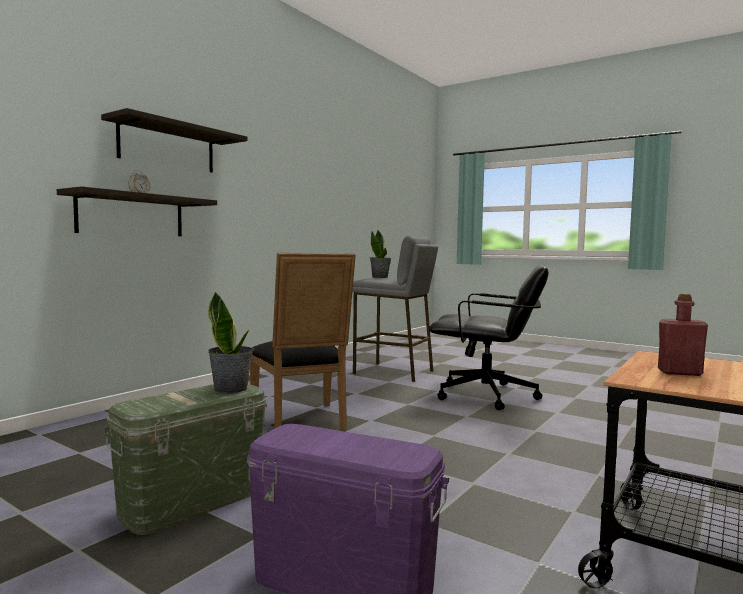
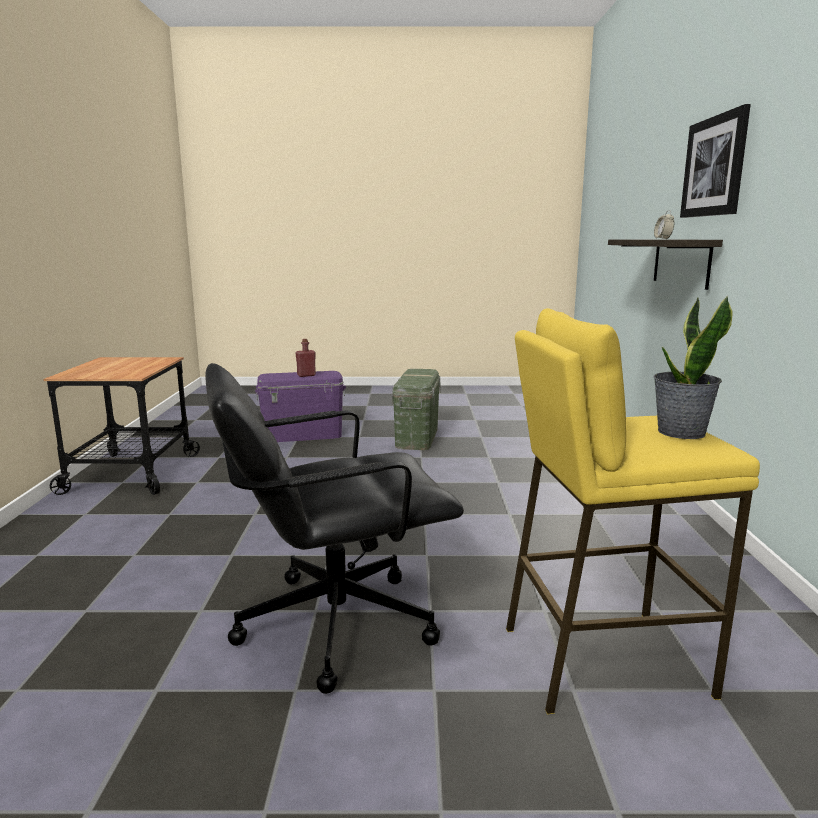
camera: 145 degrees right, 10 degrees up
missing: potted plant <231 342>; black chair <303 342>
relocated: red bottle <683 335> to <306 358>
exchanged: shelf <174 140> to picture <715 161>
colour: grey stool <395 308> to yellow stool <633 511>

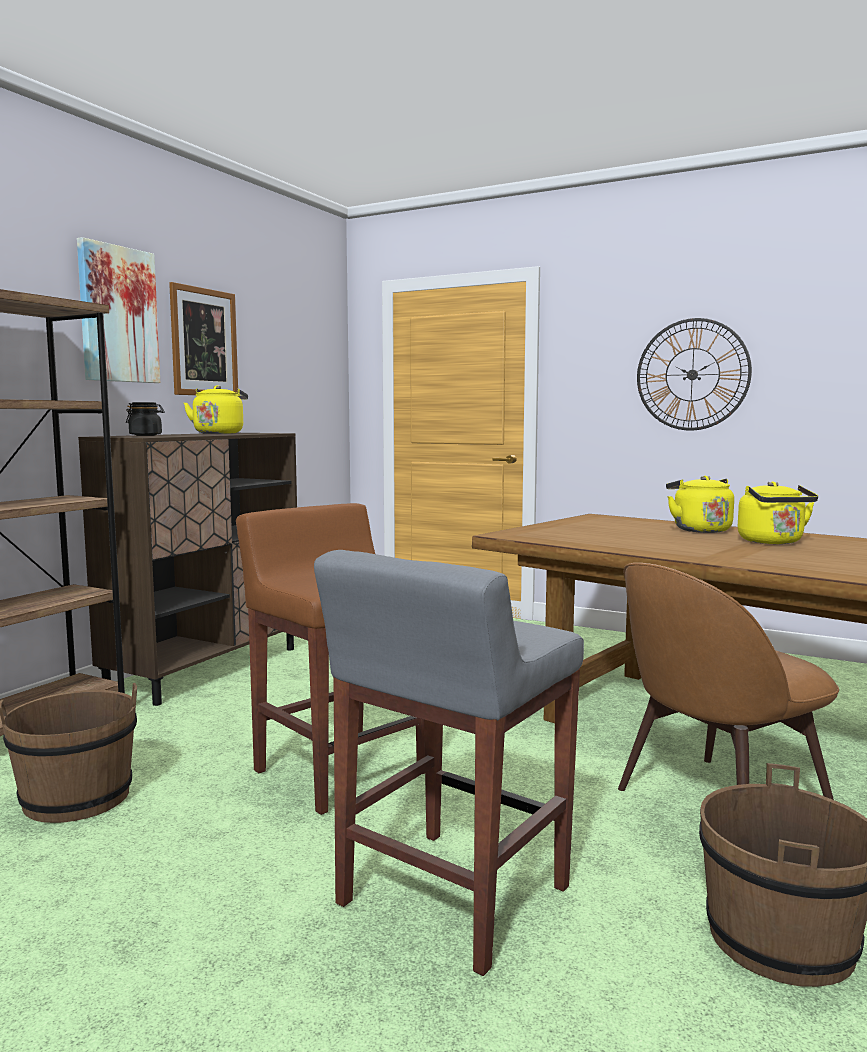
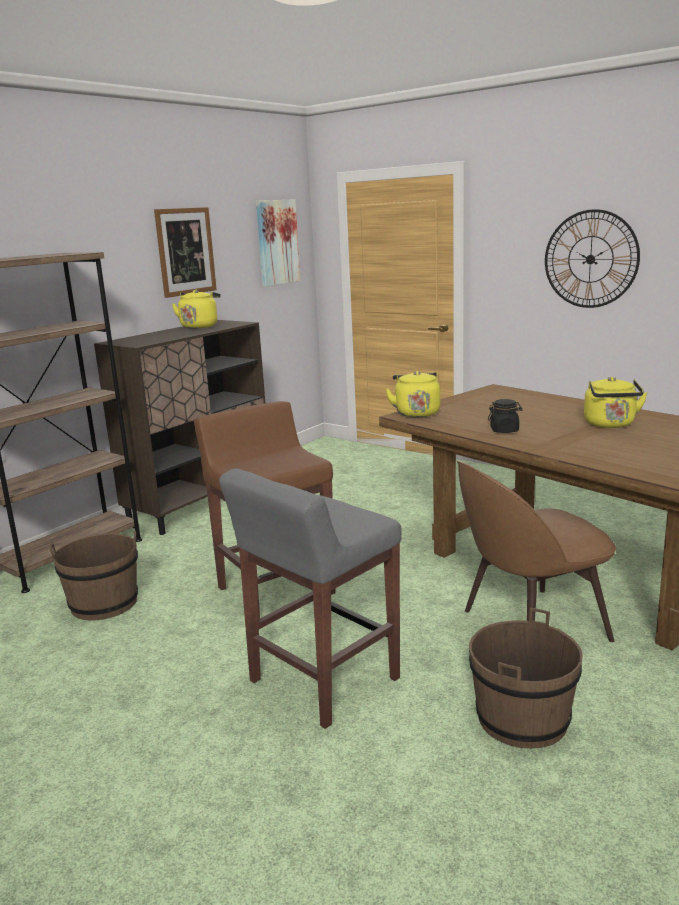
camera: 10 degrees right, 10 degrees up
relocated: picture <118 310> to <278 243>; yellow kettle <700 504> to <413 394>; black jar <145 419> to <505 416>

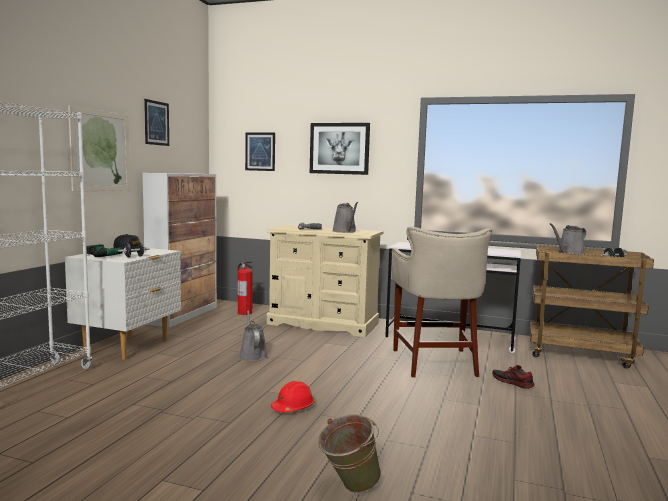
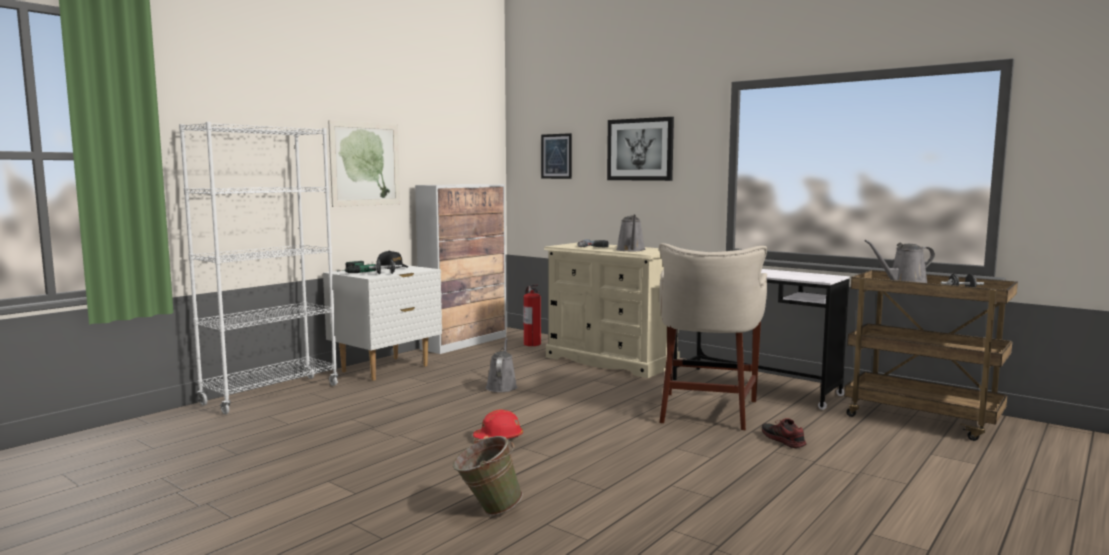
camera: 20 degrees right, 0 degrees up
missing: picture <156 122>

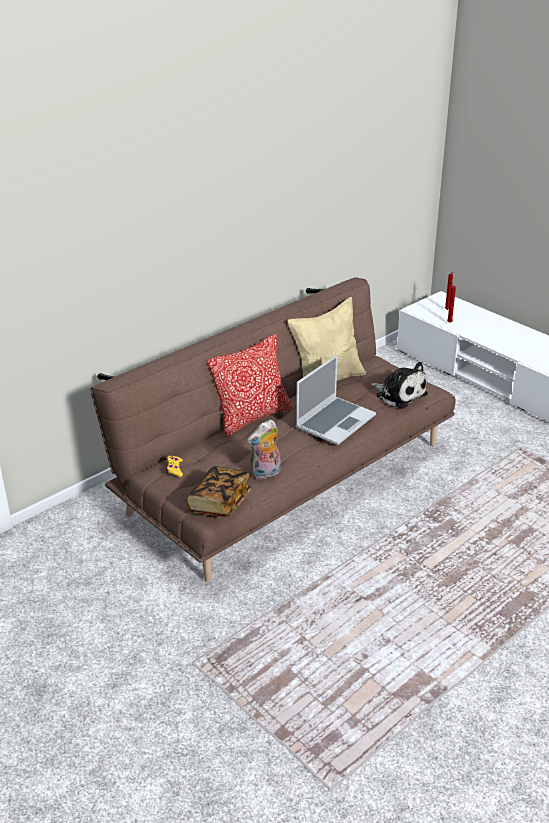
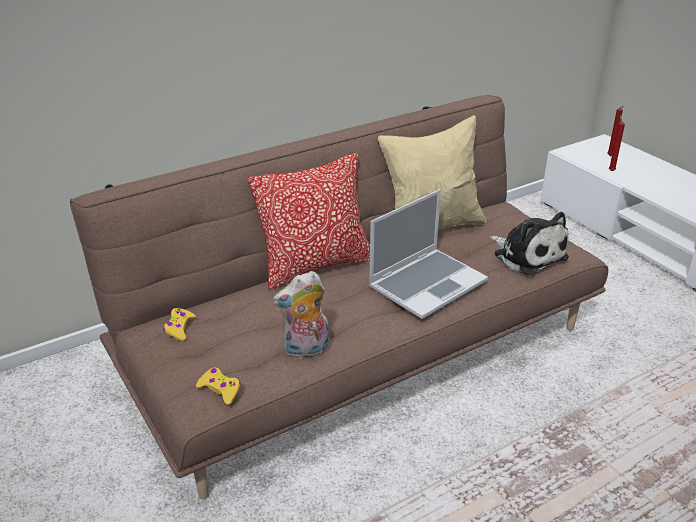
camera: 10 degrees right, 0 degrees up
exchanged: book <219 491> to yellow game controller <218 386>

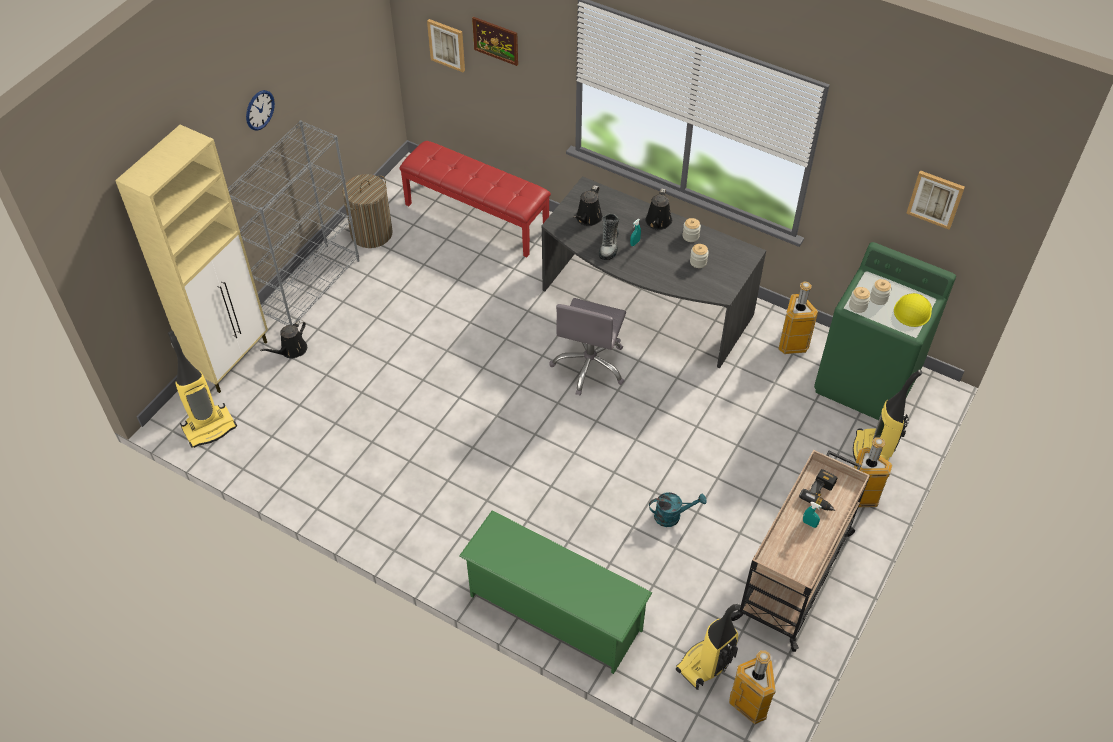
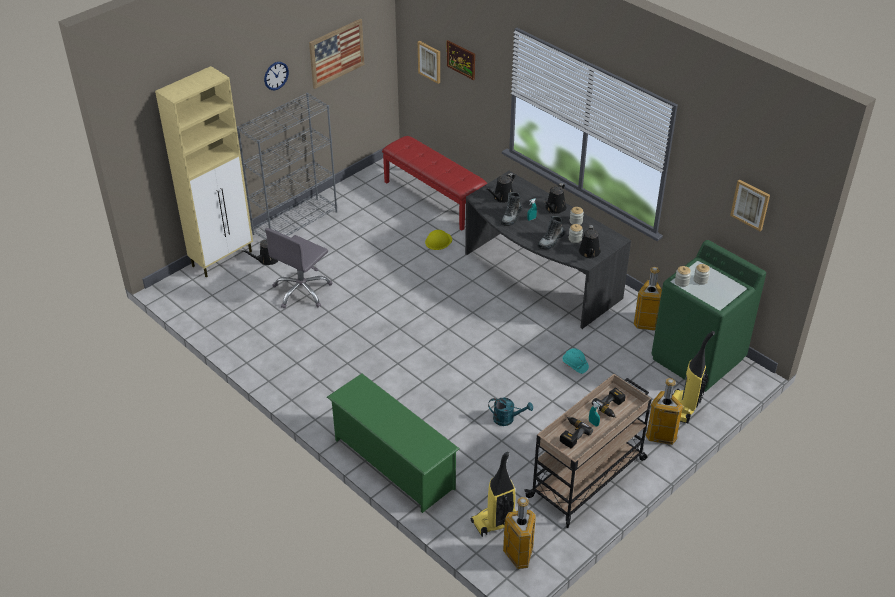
camera: 15 degrees right, 10 degrees down
missing: vacuum cleaner <202 389>; laundry basket <367 211>
appeared: picture <337 54>; boot <551 232>; power drill <576 432>; turquoise hard hat <576 361>; black watering can <590 241>
relocated: grey office chair <588 347> to <298 268>; yellow hard hat <913 310> to <438 240>

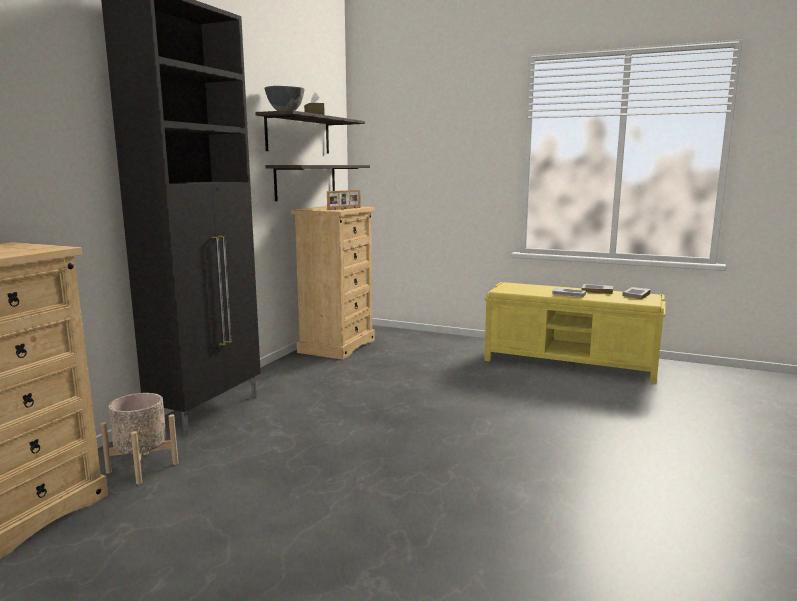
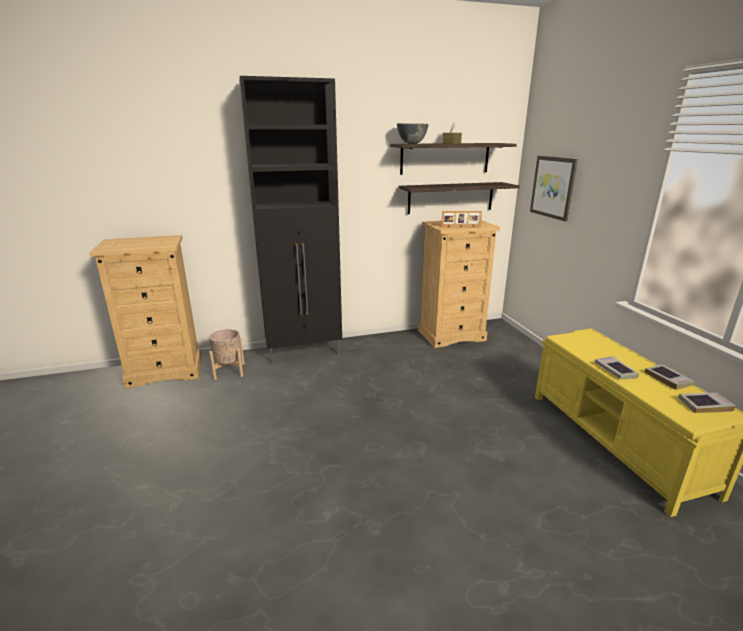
camera: 50 degrees right, 10 degrees up
appeared: picture <554 189>

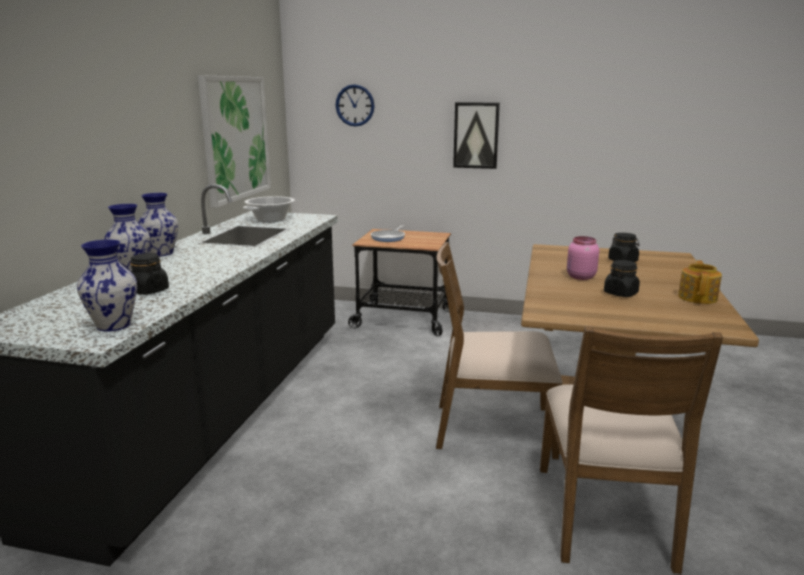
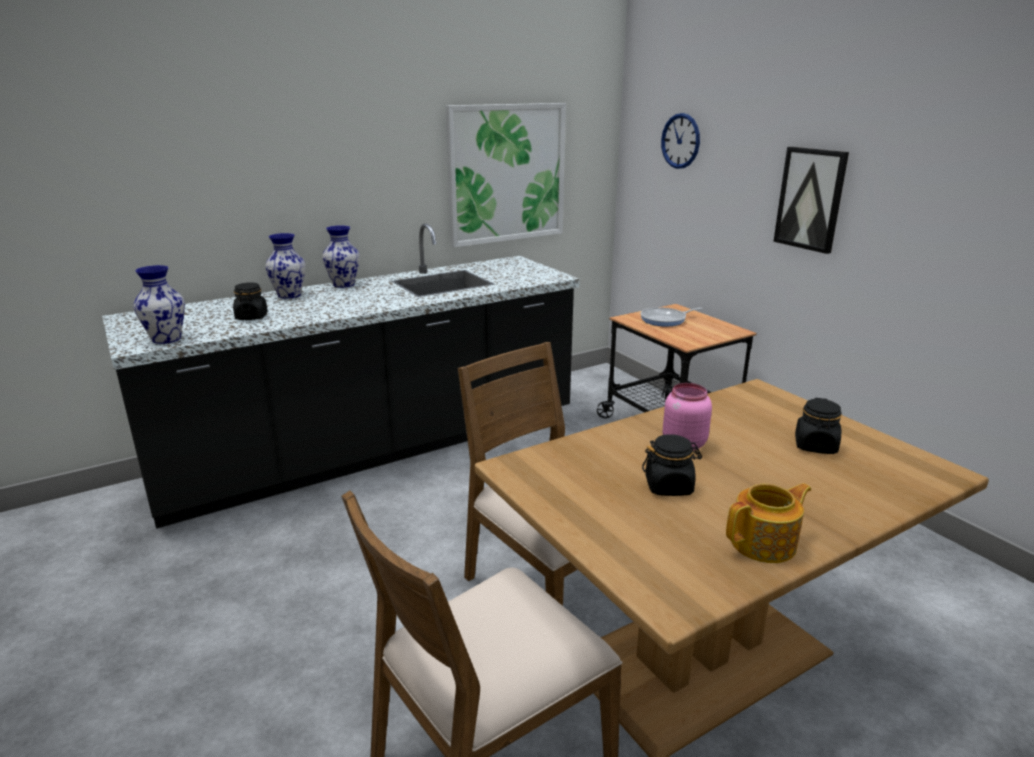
camera: 45 degrees right, 5 degrees up
missing: cooking pot <269 209>

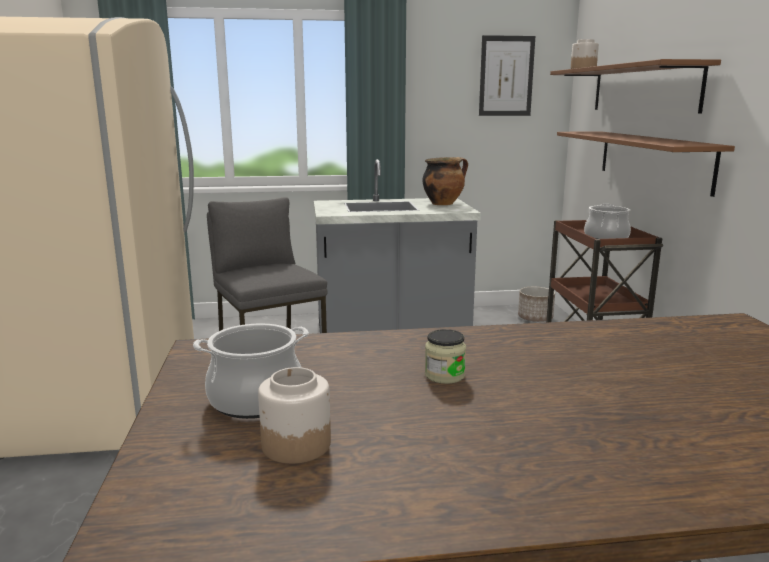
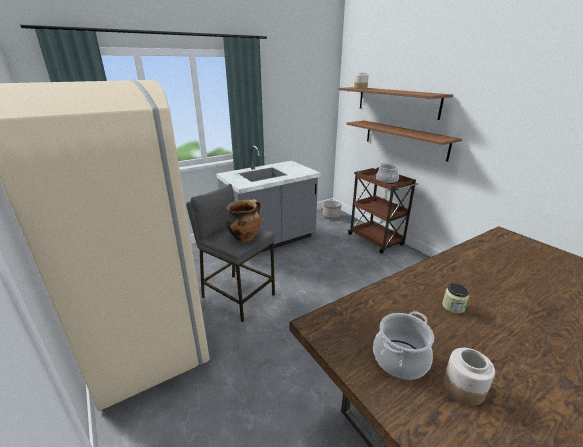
camera: 25 degrees left, 10 degrees up
missing: picture <507 75>
relocated: cooking pot <445 181> to <243 220>

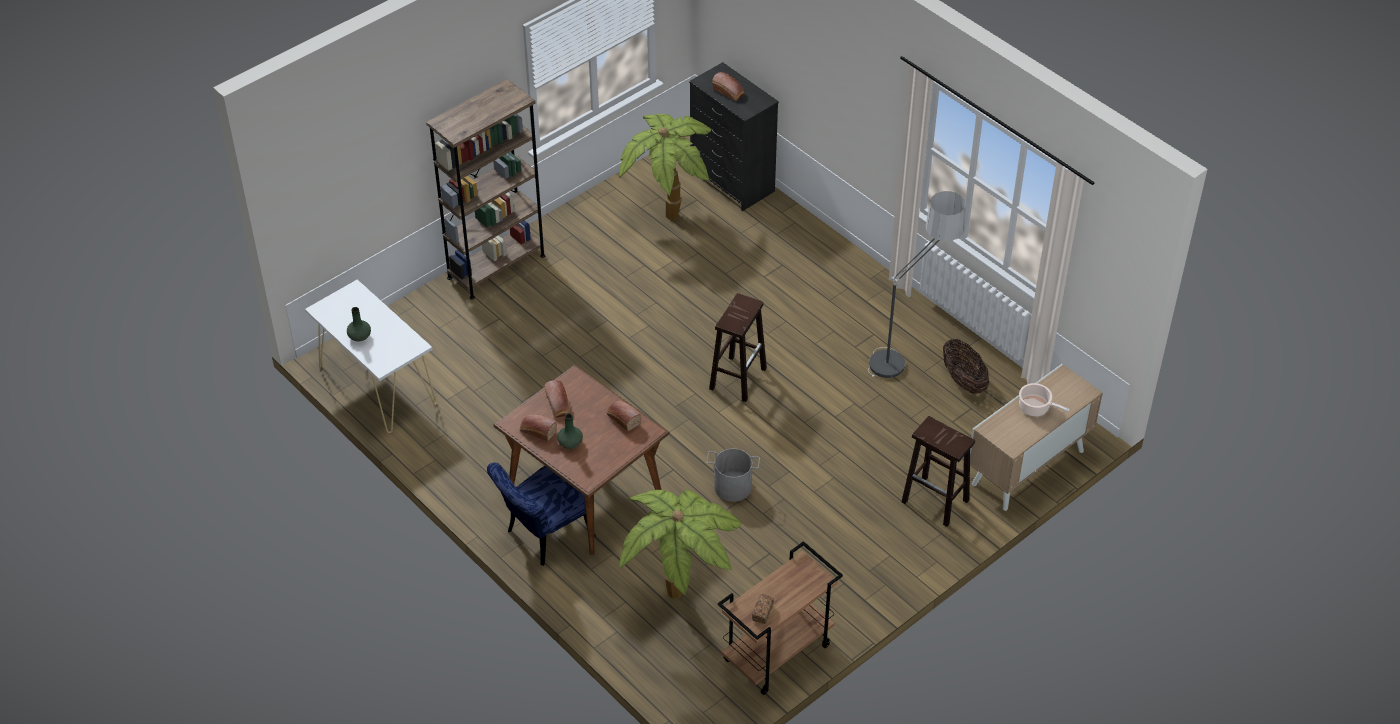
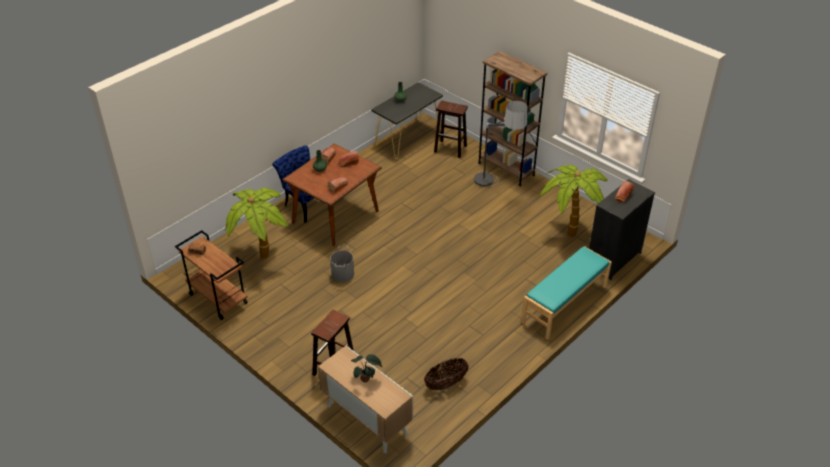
camera: 85 degrees right, 5 degrees down
appeared: turquoise bench <566 293>
relocated: brown stool <738 347> to <451 129>; floor lamp <917 284> to <501 143>
exchanged: cooking pot <1044 399> to potted plant <366 368>
colour: white console table <371 356> to black console table <407 120>

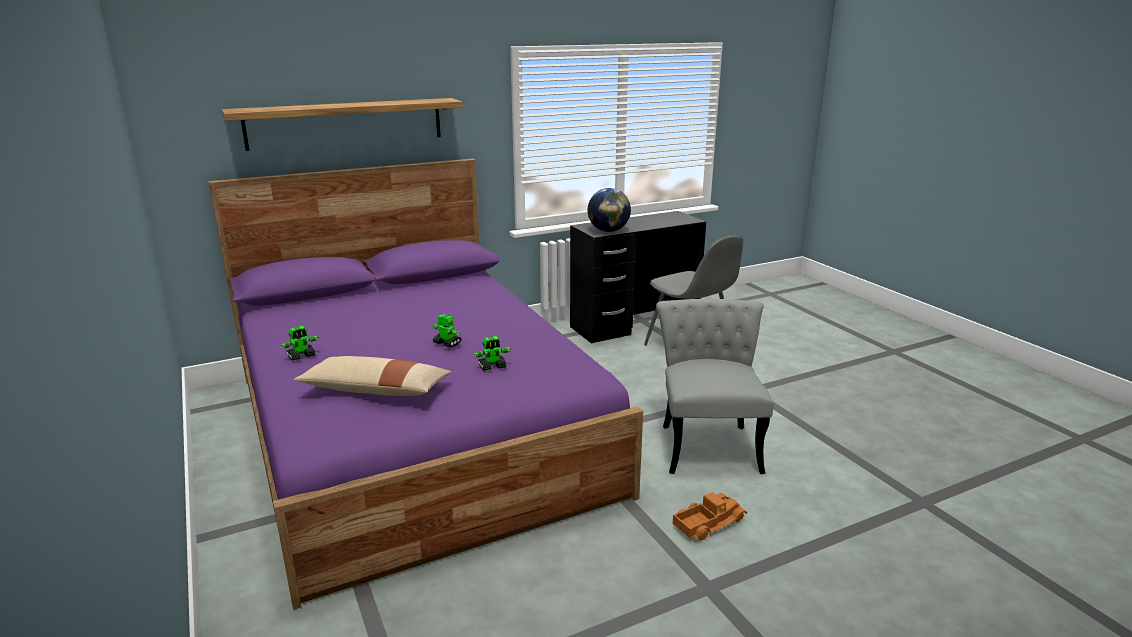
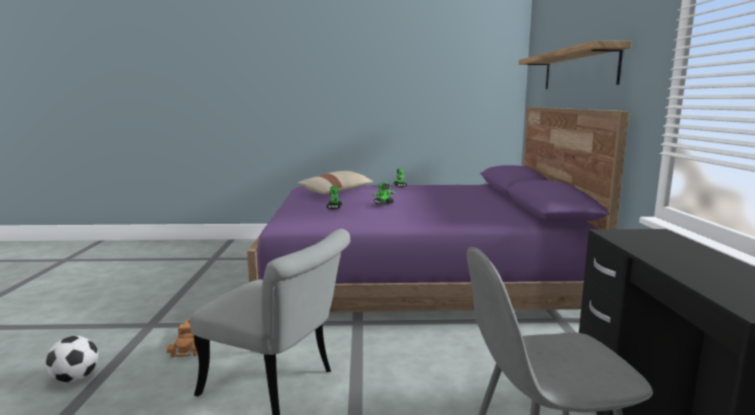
camera: 115 degrees right, 10 degrees down
missing: globe <609 210>
appeared: football <72 359>

